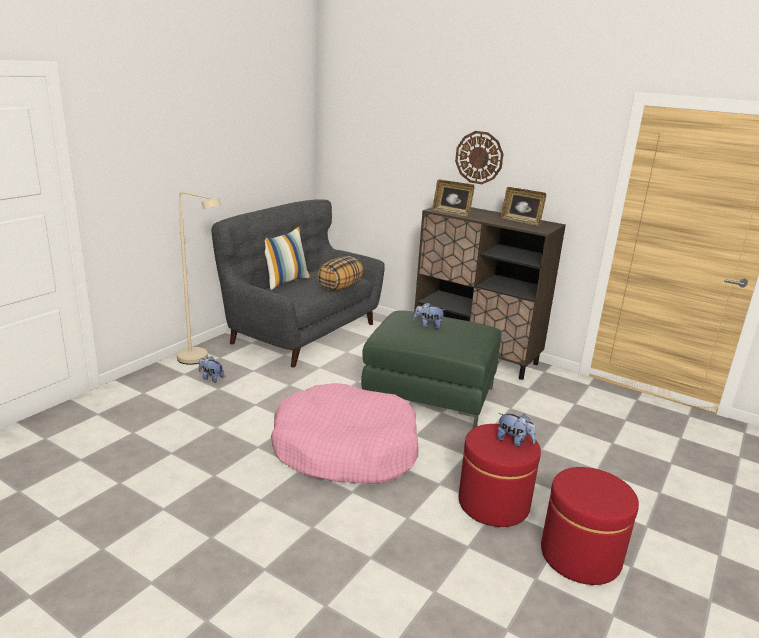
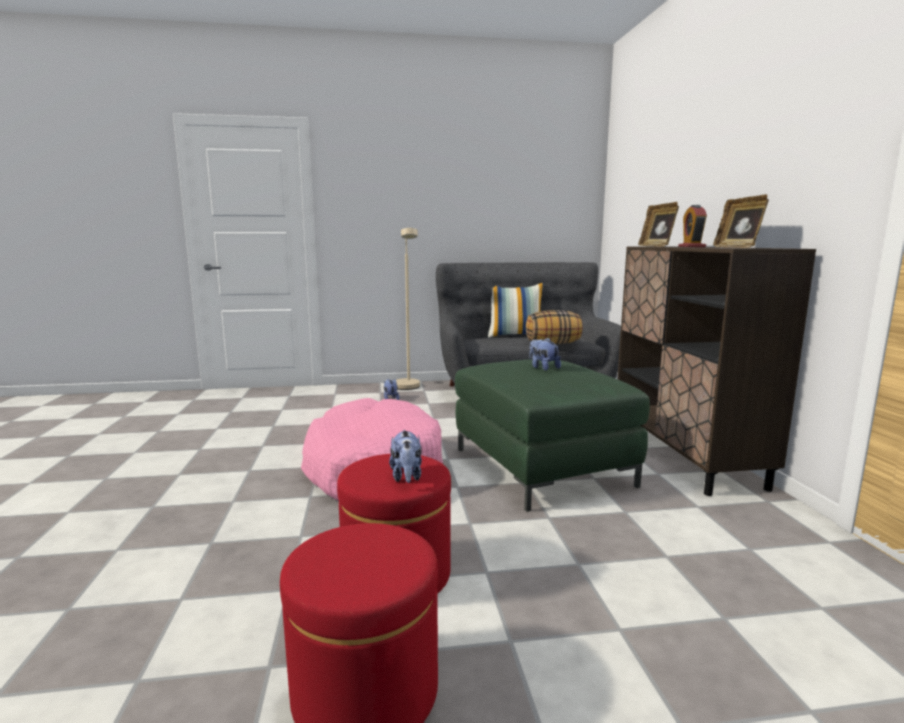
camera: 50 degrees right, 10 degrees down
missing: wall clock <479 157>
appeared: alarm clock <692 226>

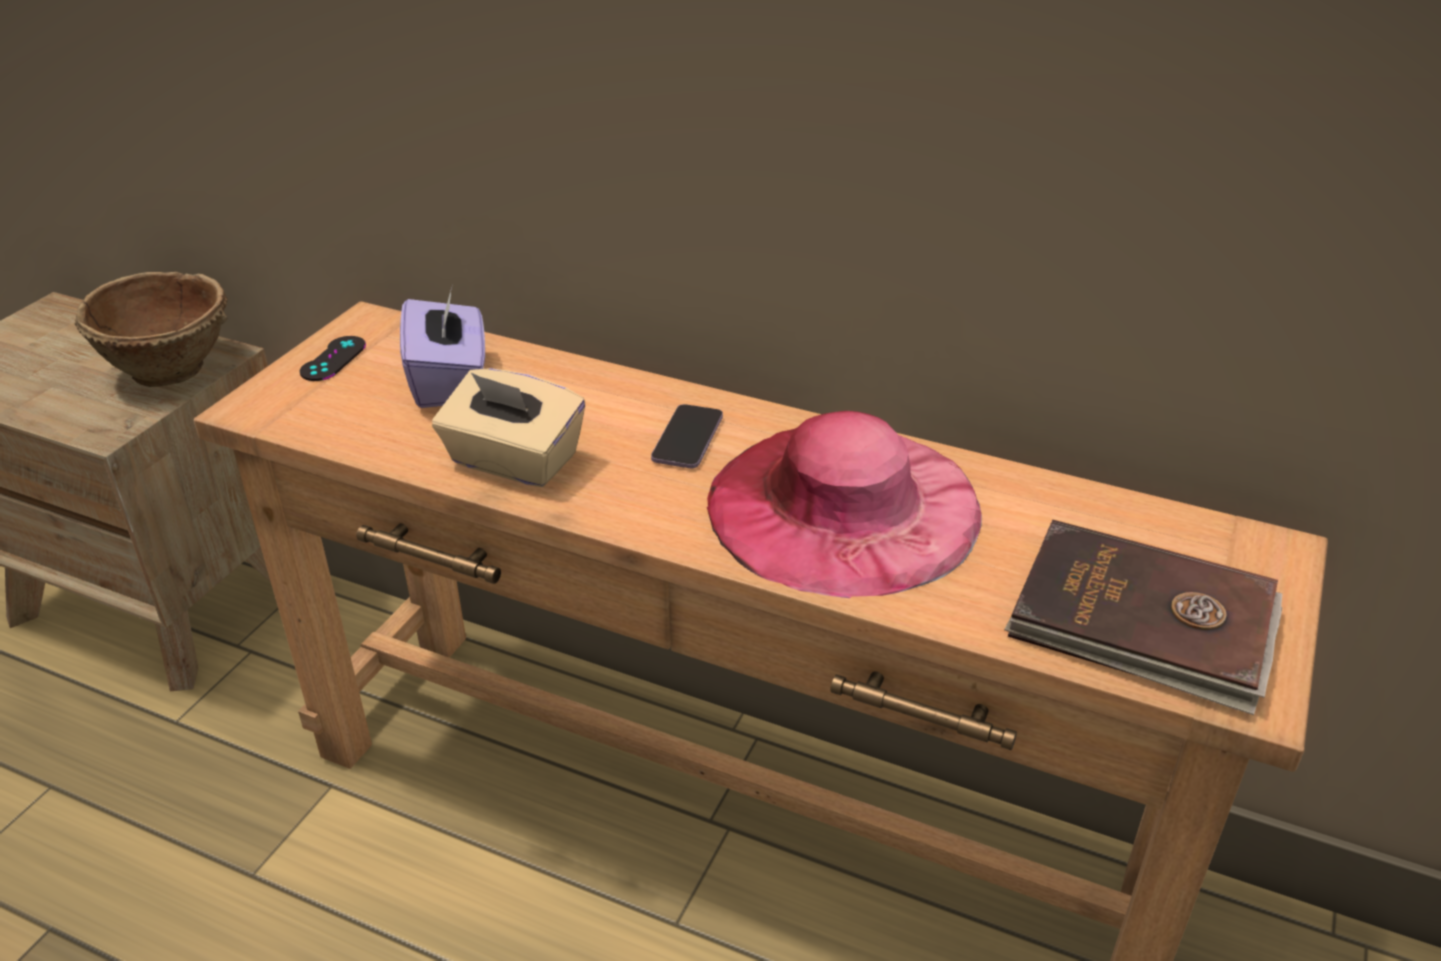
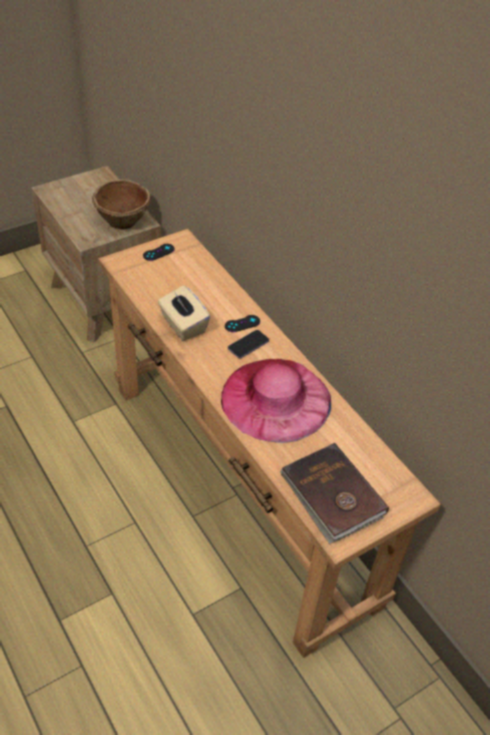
camera: 30 degrees right, 10 degrees up
missing: purple tissue box <442 348>
appeared: black game controller <242 323>

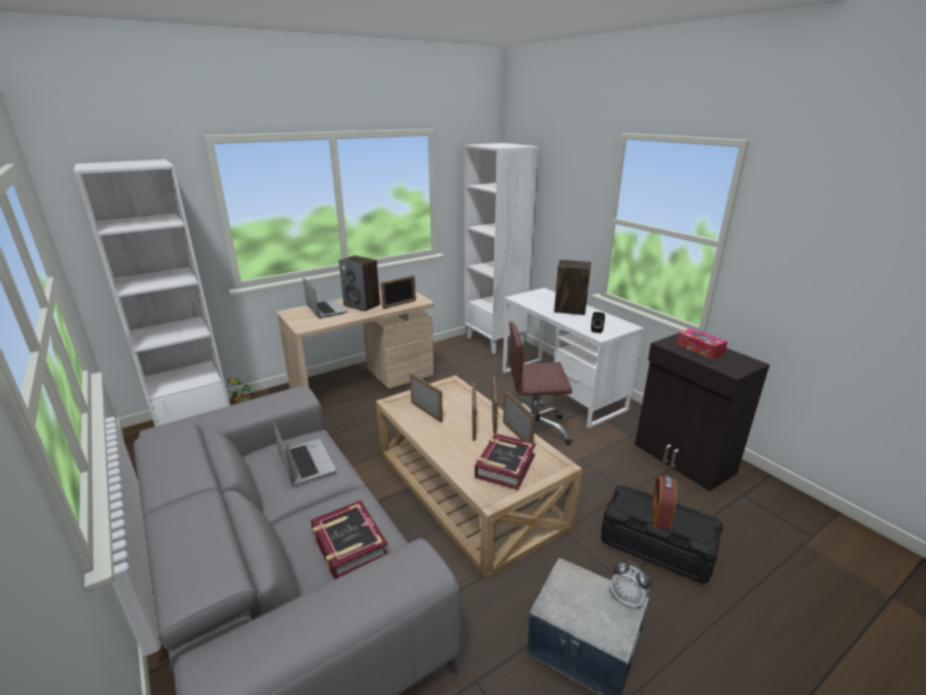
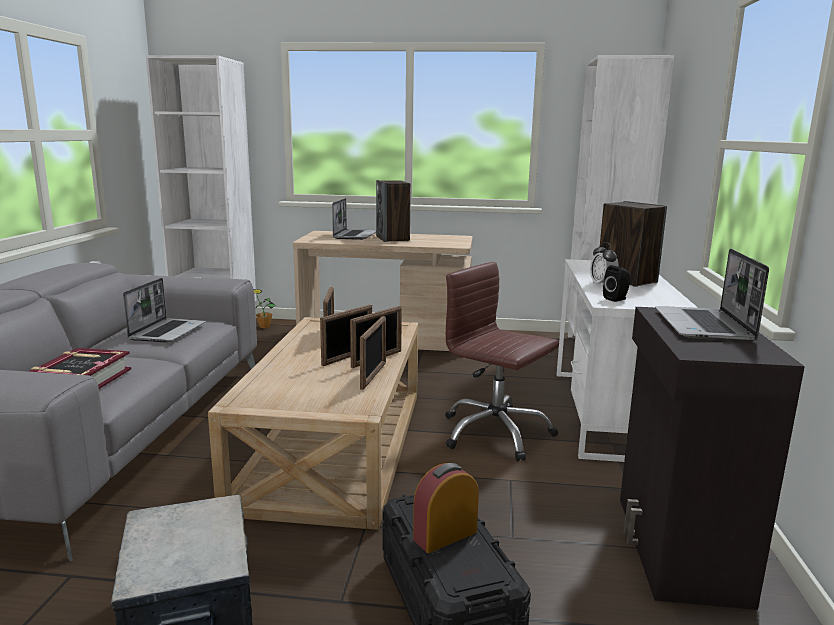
camera: 40 degrees right, 10 degrees down
missing: picture frame <398 292>; book <505 461>
relocated: alarm clock <630 585> to <604 264>
exchanged: tissue box <702 343> to laptop <712 295>

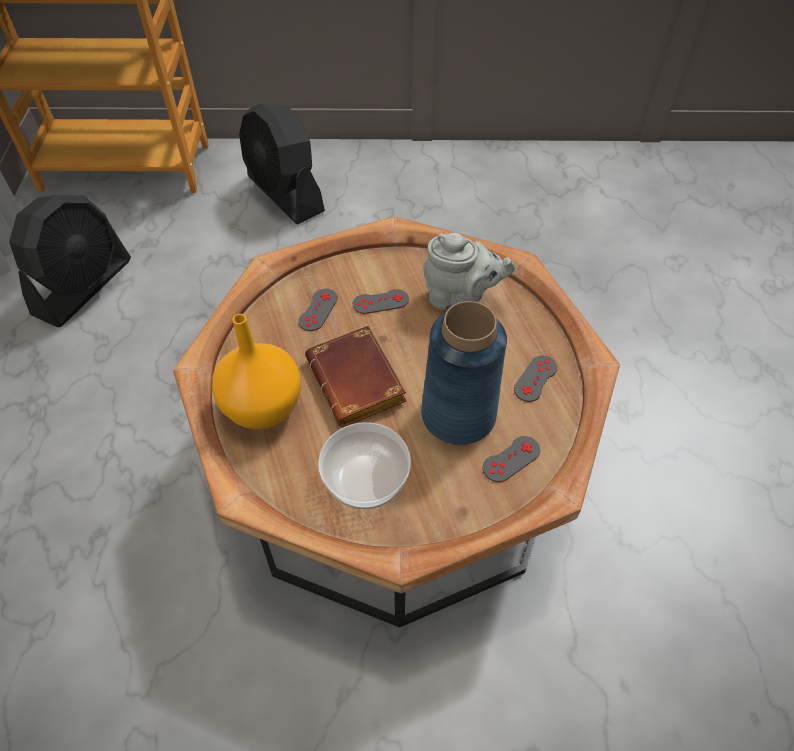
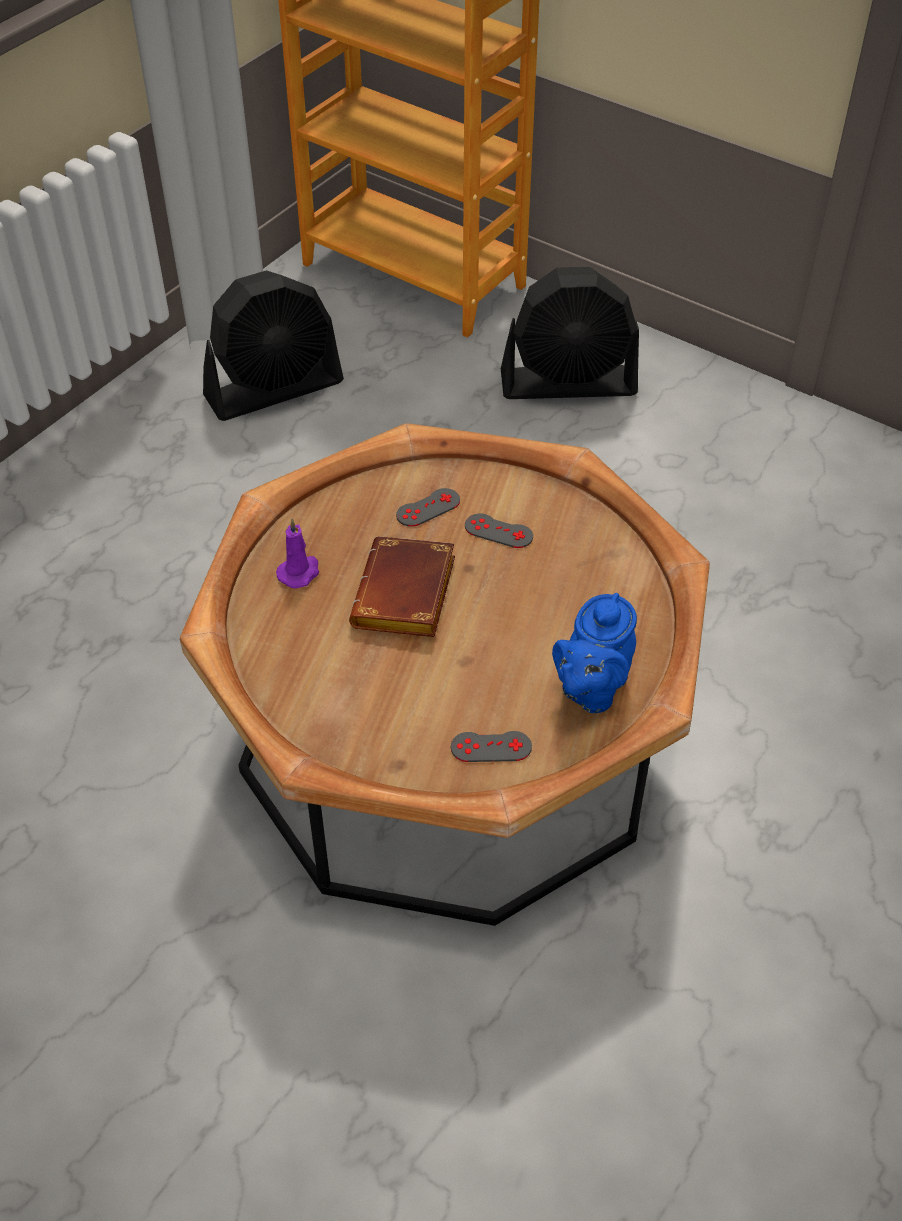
camera: 35 degrees right, 5 degrees down
missing: bowl <364 465>; blue vase <464 373>; grey teapot <469 271>
exchanged: orange vase <256 371> to purple candle <298 553>; grey game controller <535 379> to blue teapot <594 653>
spun: black fan <282 164> = <570 333> 90 degrees counterclockwise

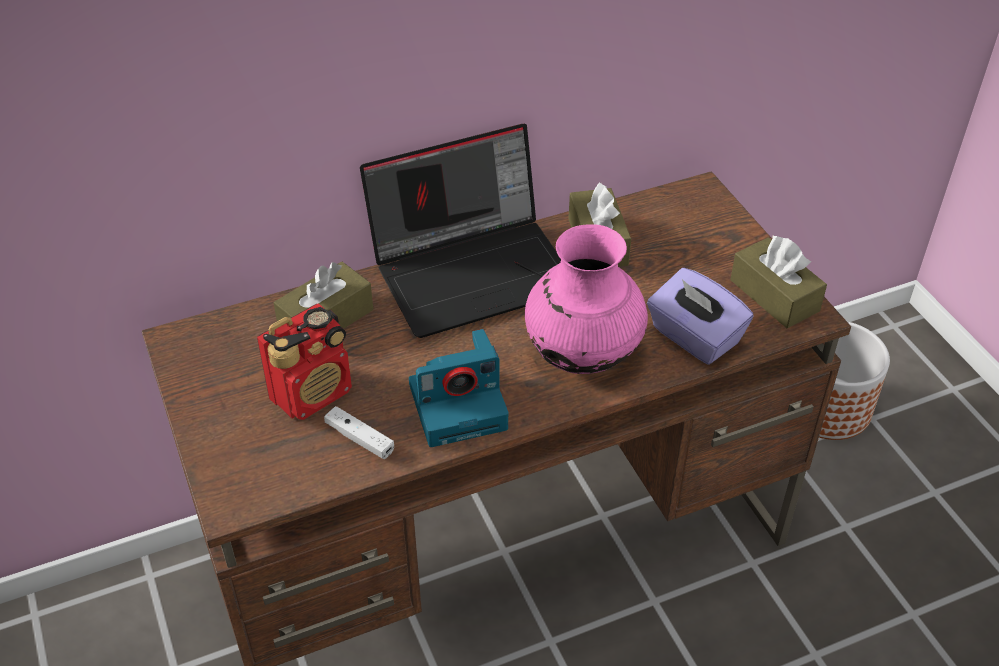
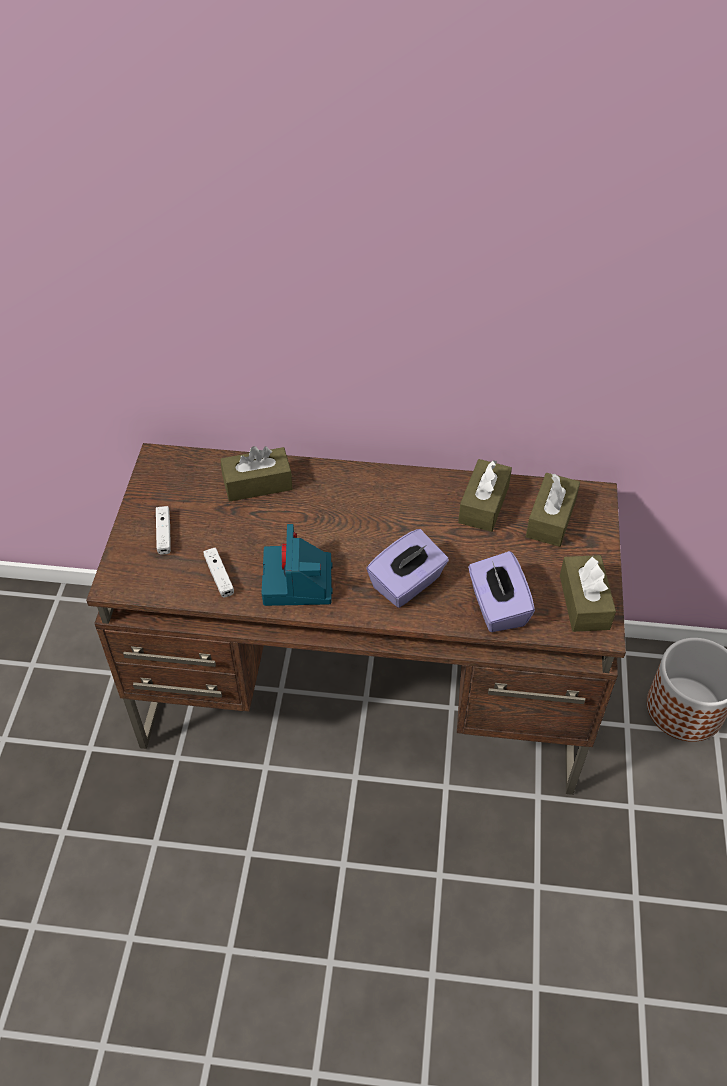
camera: 30 degrees right, 5 degrees up
missing: radio <304 361>; laptop <460 231>
appeared: white game controller <163 530>; brown tissue box <553 510>
exchanged: pink vase <586 299> to purple tissue box <407 568>
spun: photo camera <458 388> = <297 565> 75 degrees clockwise

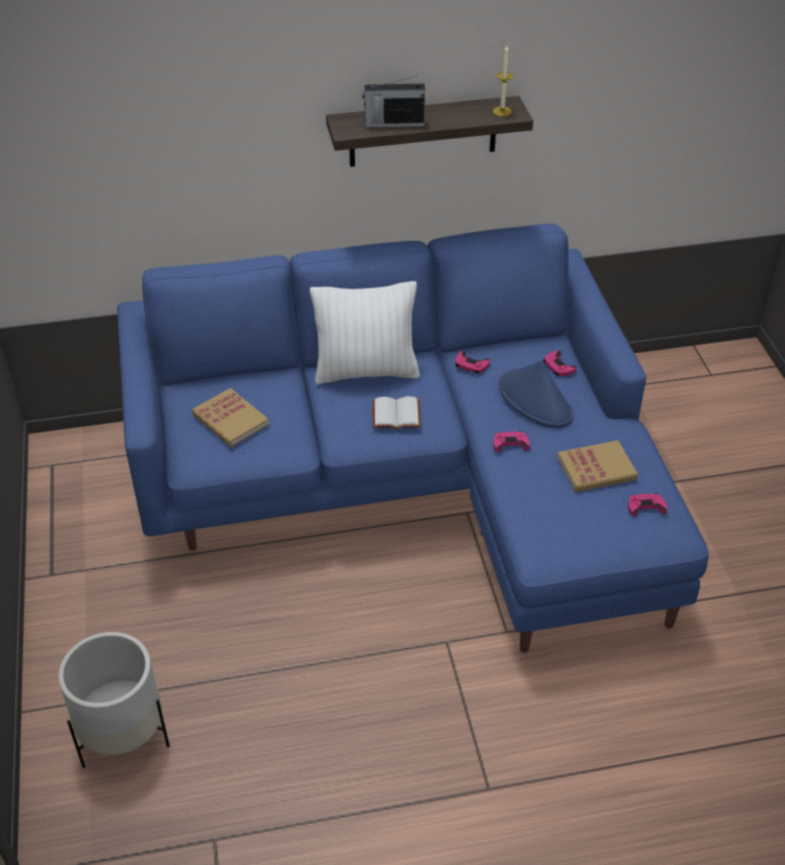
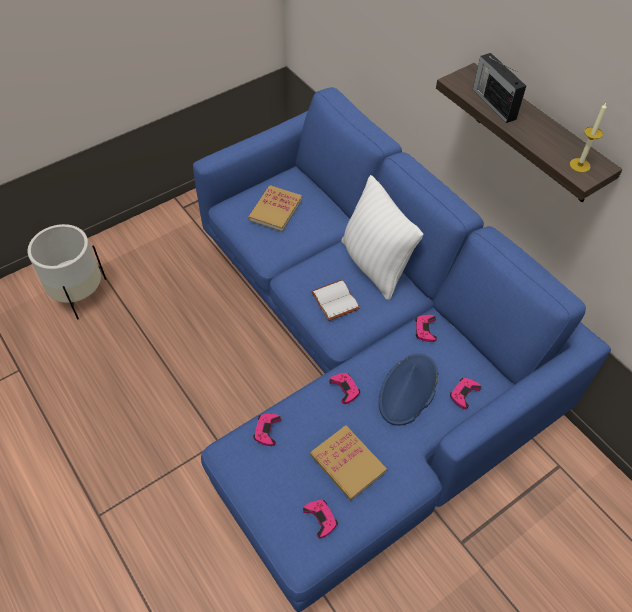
camera: 65 degrees right, 10 degrees up
appeared: pink game controller <267 429>

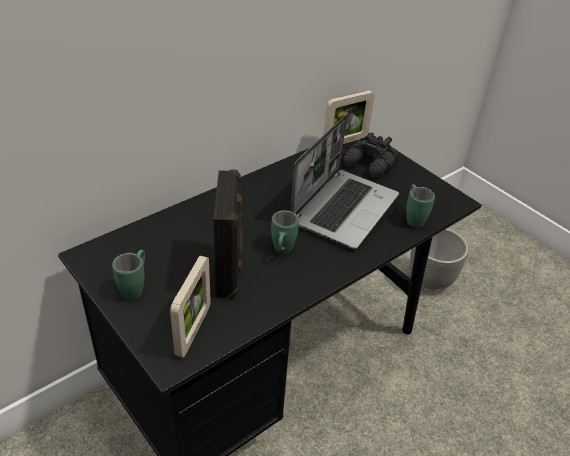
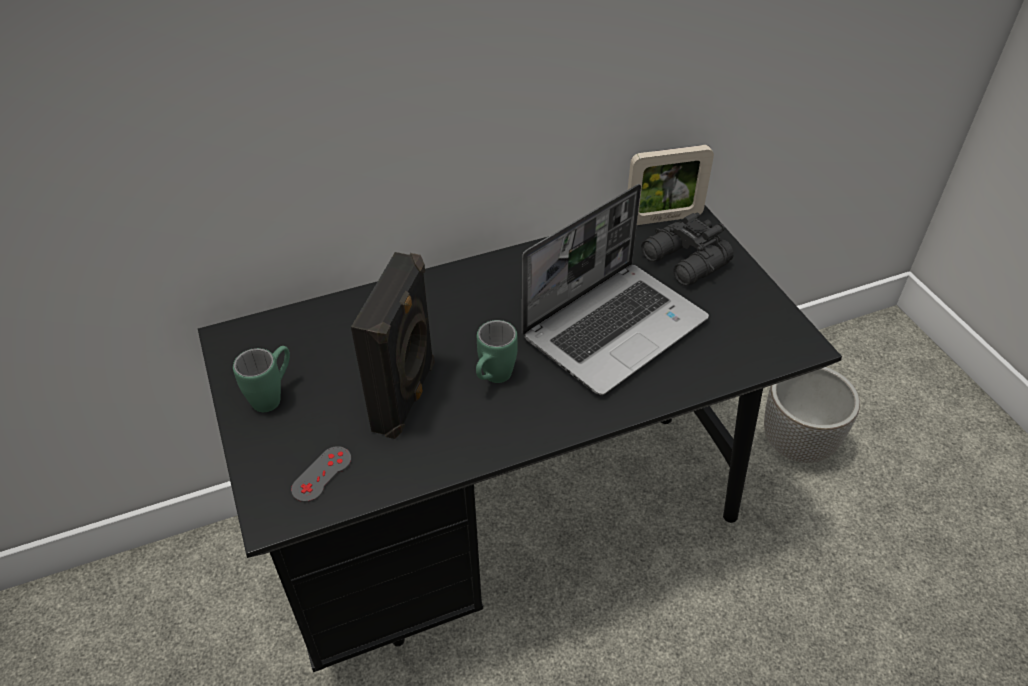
camera: 20 degrees right, 5 degrees up
missing: green mug <421 206>
exchanged: picture frame <190 306> to grey game controller <321 474>

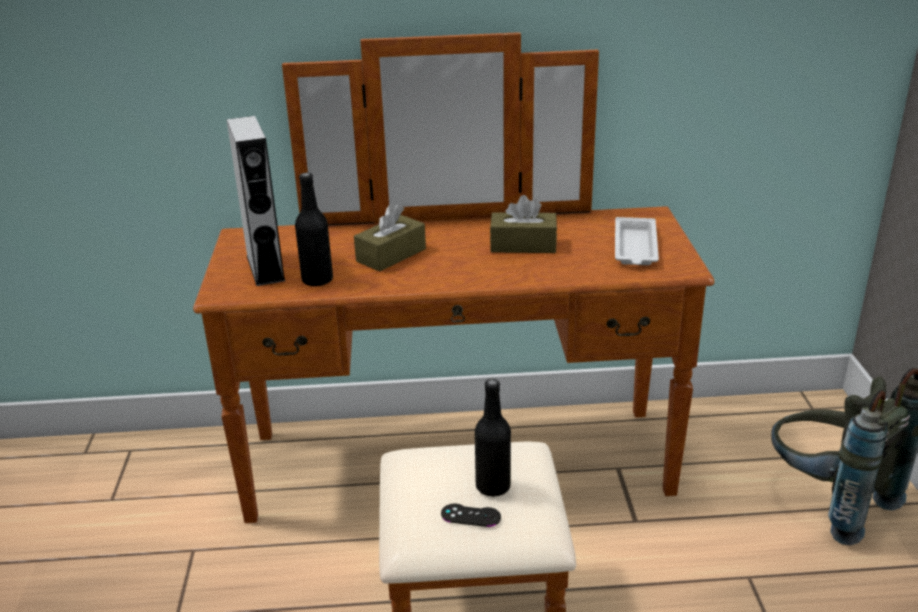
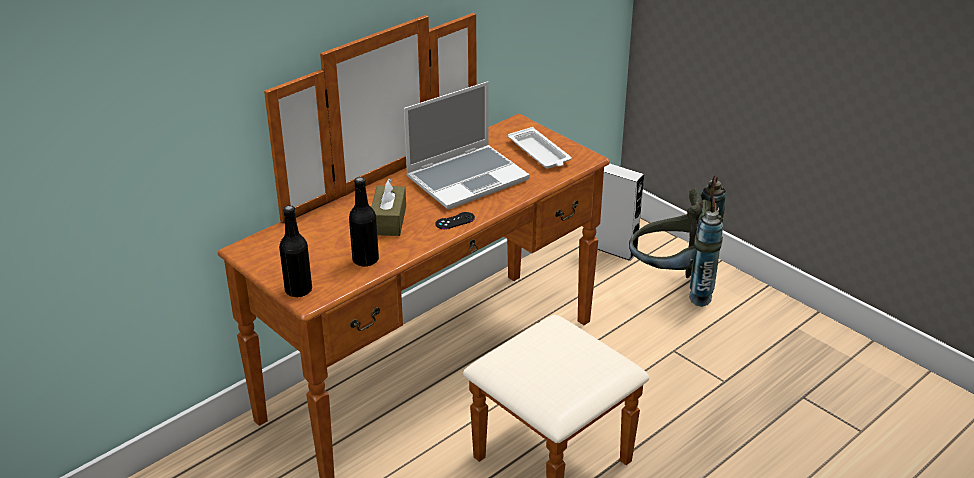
camera: 40 degrees left, 5 degrees up
relocated: black bottle <493 438> to <295 251>; black game controller <471 515> to <455 220>; grey speaker <255 201> to <619 212>
exchanged: brown tissue box <523 224> to laptop <467 145>

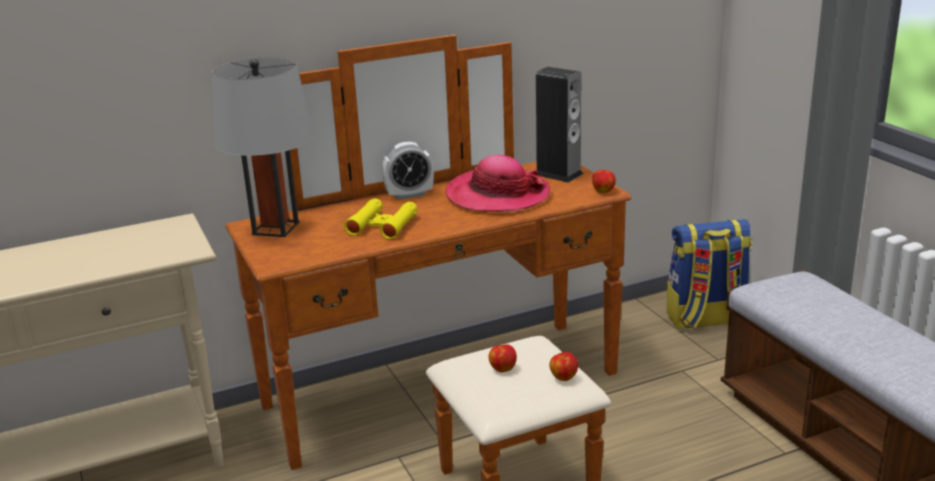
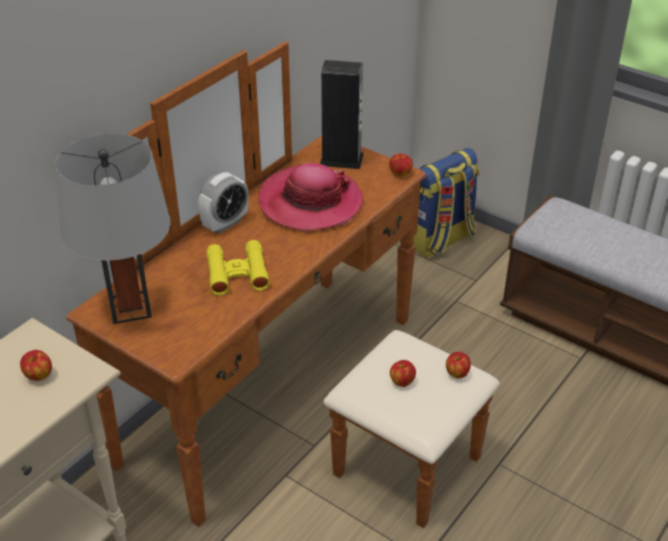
camera: 30 degrees left, 15 degrees up
appeared: apple <36 365>

